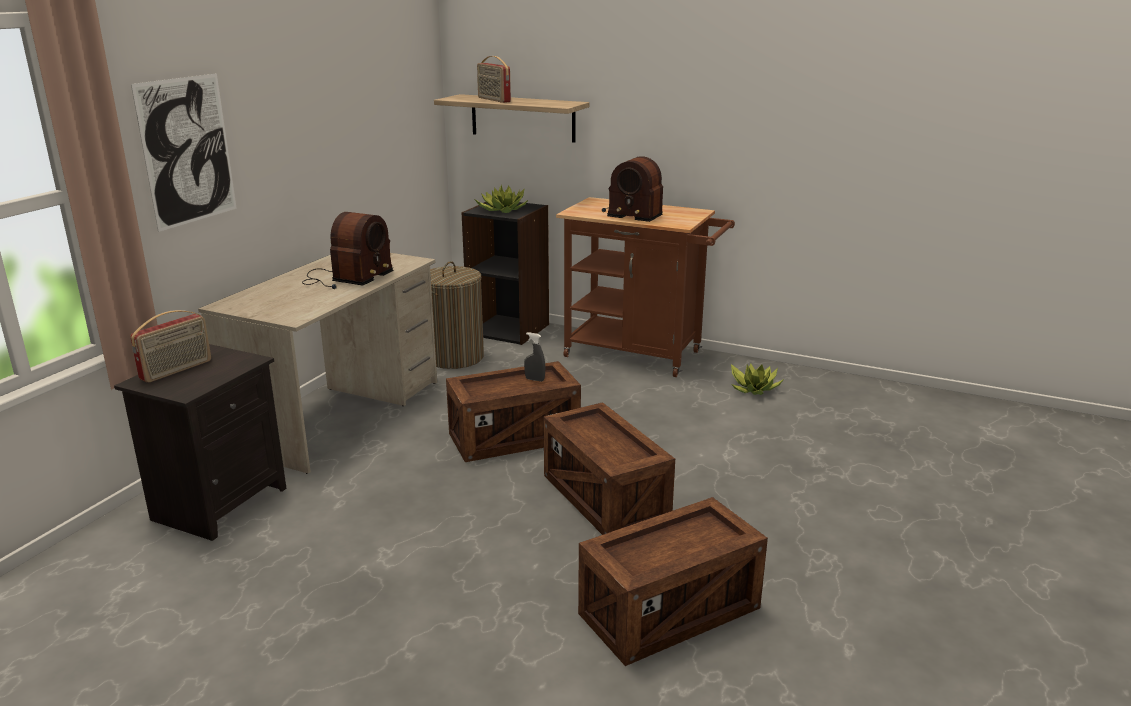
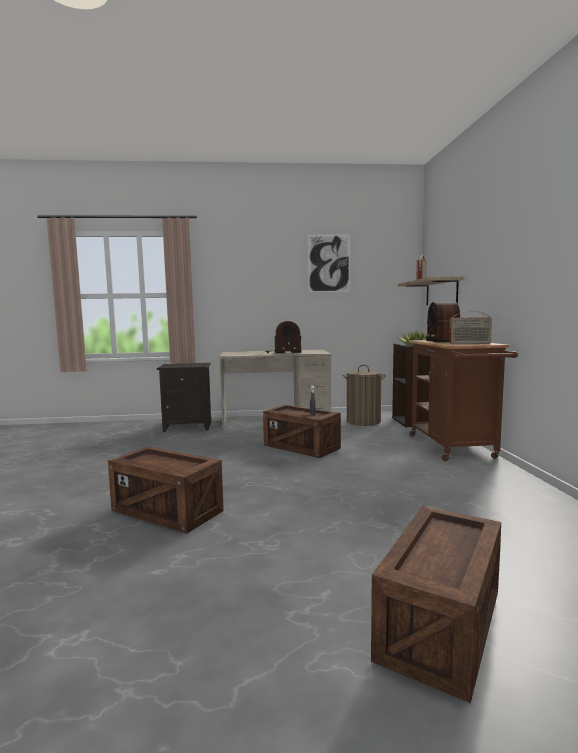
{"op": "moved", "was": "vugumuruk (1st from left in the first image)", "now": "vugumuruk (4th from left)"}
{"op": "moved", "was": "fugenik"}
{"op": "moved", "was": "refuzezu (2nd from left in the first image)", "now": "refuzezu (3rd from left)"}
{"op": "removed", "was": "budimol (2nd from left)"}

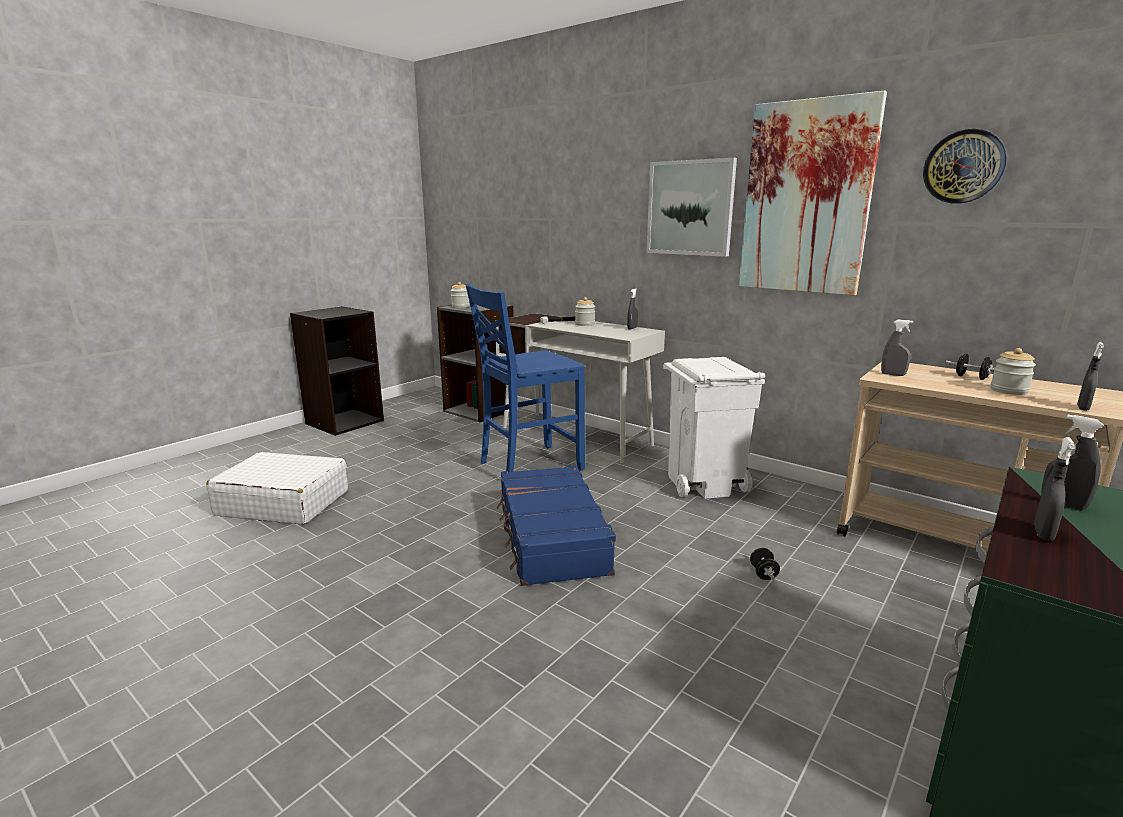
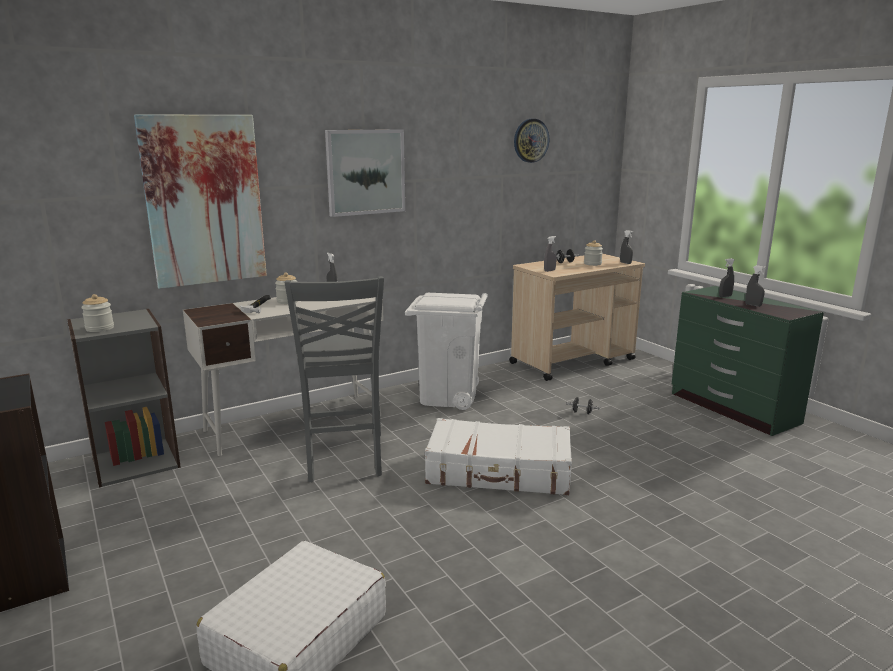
{"op": "recoloured", "was": "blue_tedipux", "now": "grey_tedipux"}
{"op": "recoloured", "was": "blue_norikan", "now": "white_norikan (2nd from left)"}
{"op": "moved", "was": "fugenik (2nd from left in the first image)", "now": "fugenik (1st from left)"}

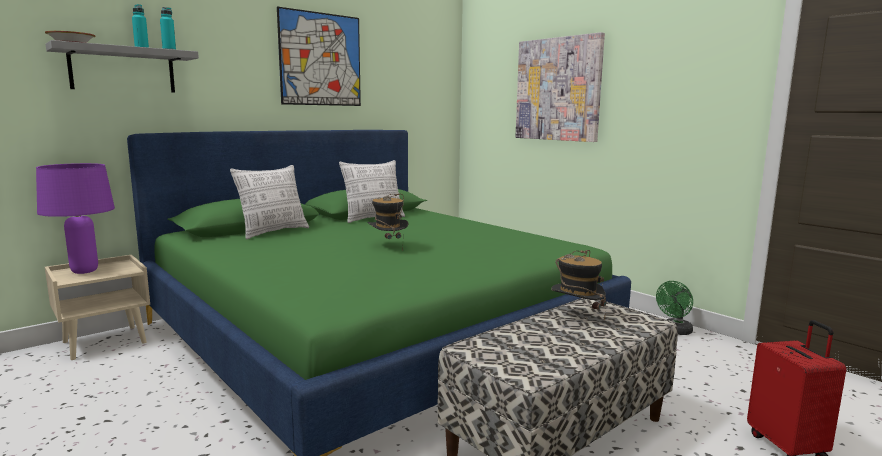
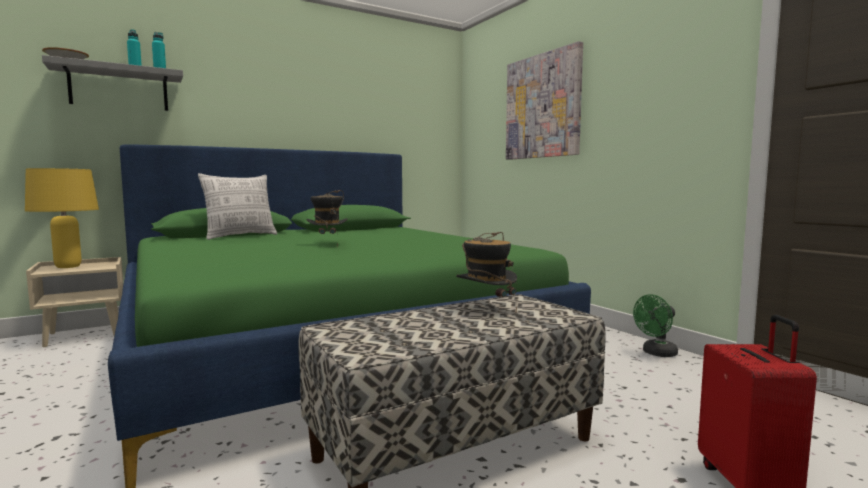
{"op": "recoloured", "was": "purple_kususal", "now": "yellow_kususal"}
{"op": "removed", "was": "fugenik (1st from left)"}
{"op": "removed", "was": "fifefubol (2nd from left)"}

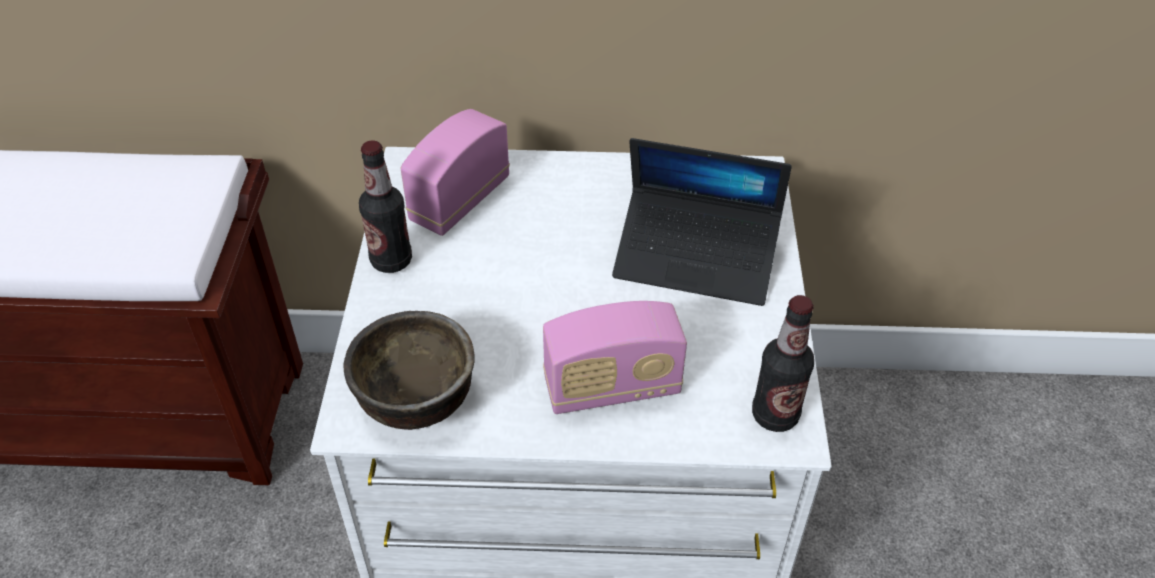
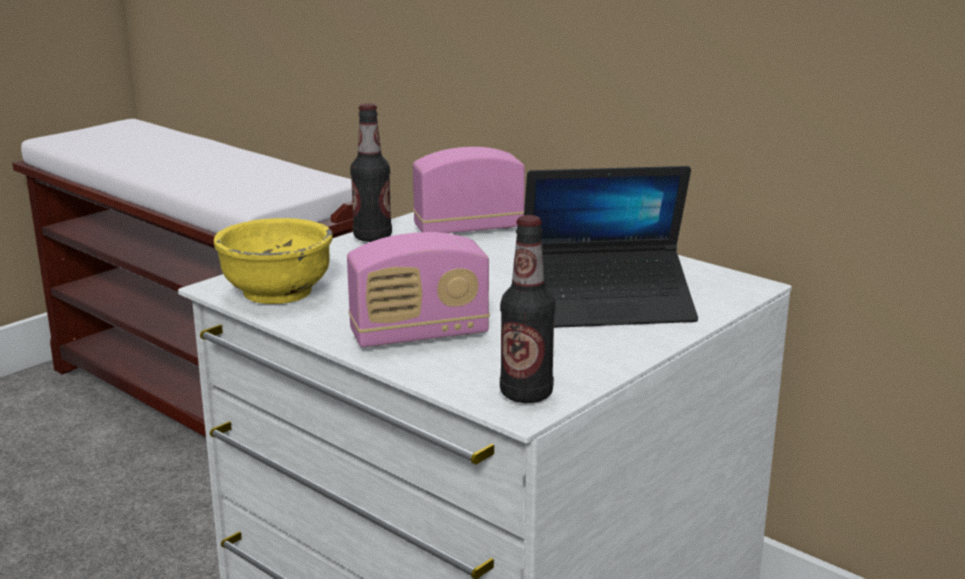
{"op": "recoloured", "was": "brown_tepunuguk", "now": "yellow_tepunuguk"}
{"op": "turned", "was": "vugumuruk (2nd from left in the first image)", "clockwise": -45}
{"op": "turned", "was": "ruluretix", "clockwise": -60}

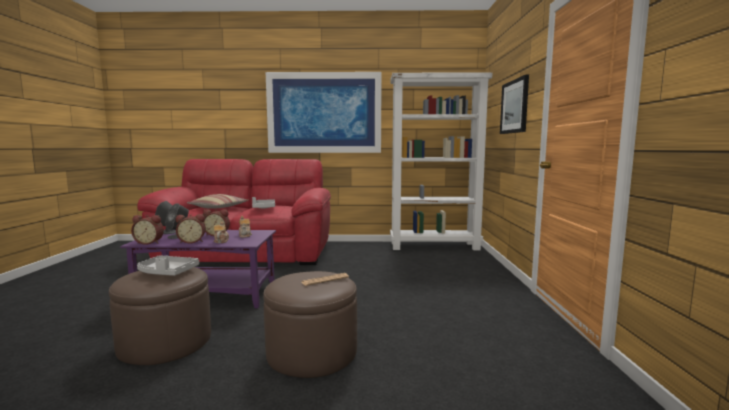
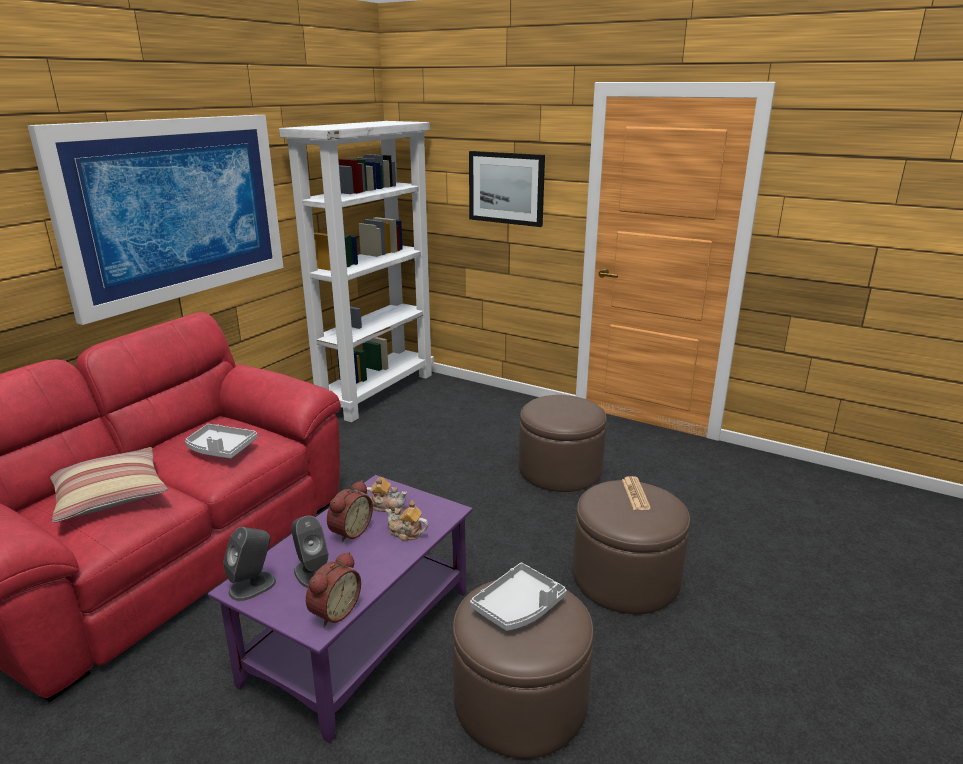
{"op": "removed", "was": "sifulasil (2nd from left)"}
{"op": "added", "now": "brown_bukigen (2nd from left)"}

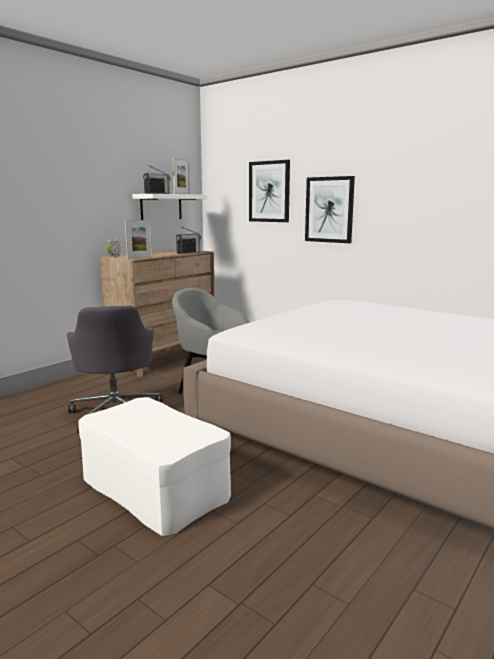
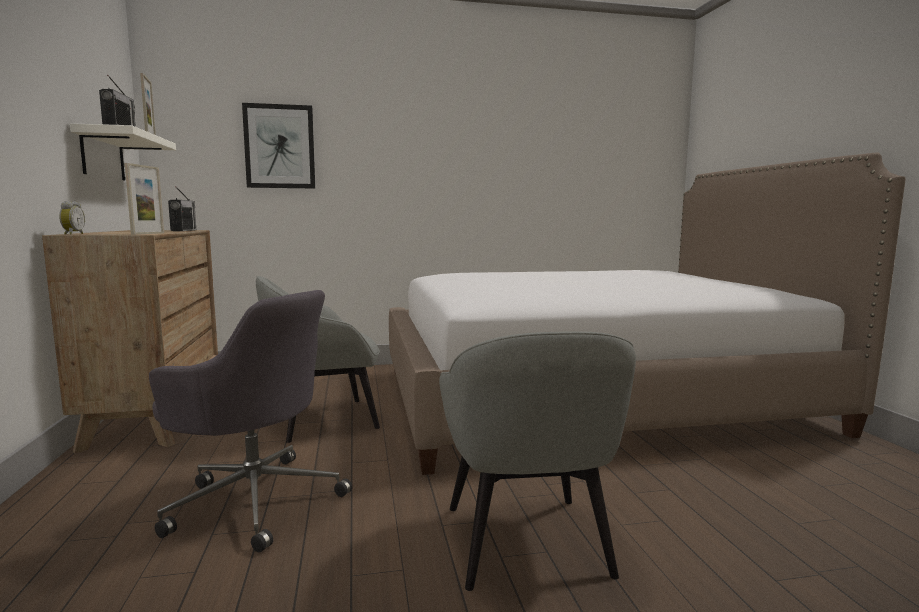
{"op": "replaced", "was": "white_bukigen", "now": "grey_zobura (2nd from left)"}
{"op": "removed", "was": "fugenik (2nd from left)"}

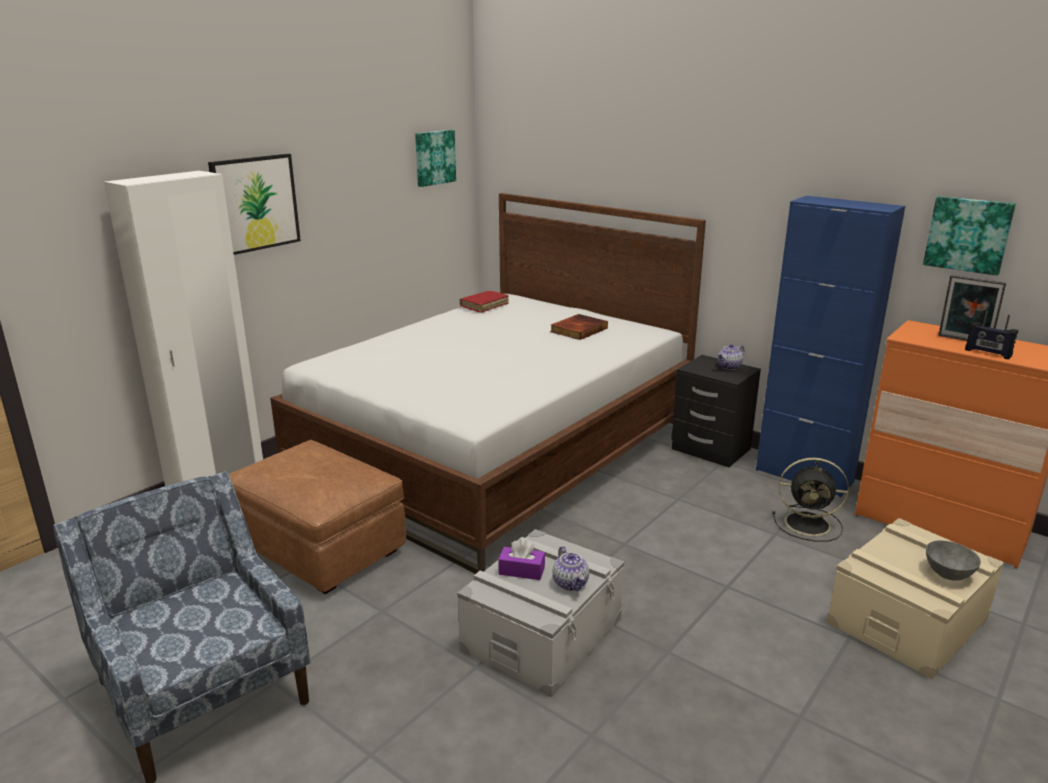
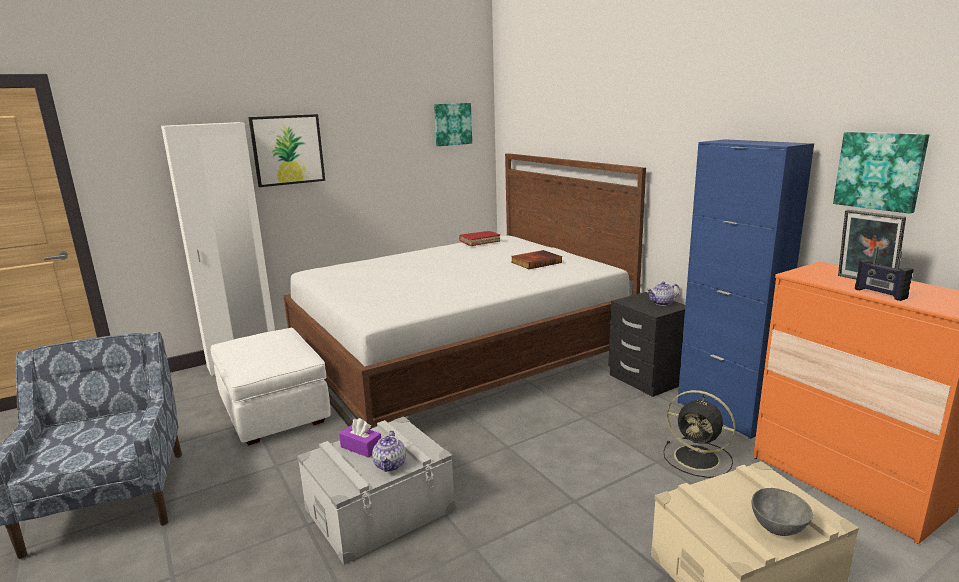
{"op": "recoloured", "was": "brown_bukigen", "now": "white_bukigen"}

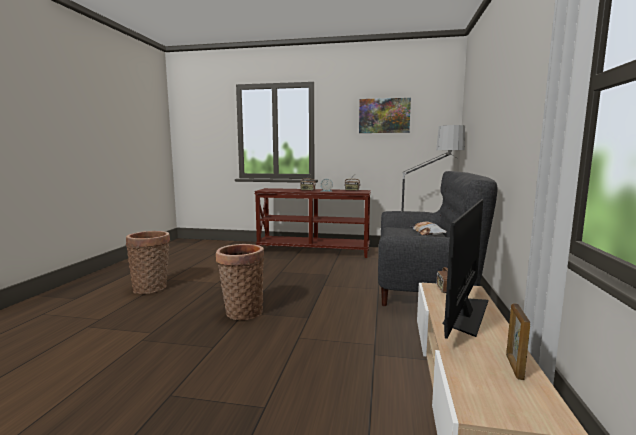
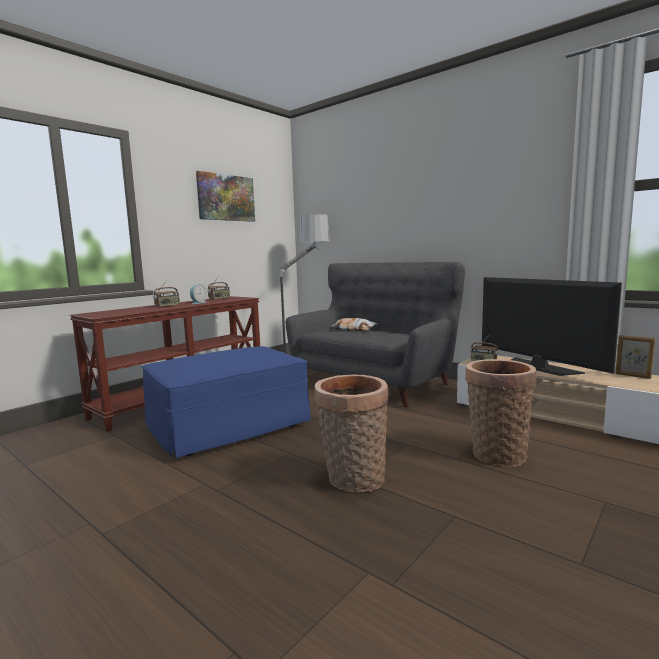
{"op": "moved", "was": "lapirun (1st from left in the first image)", "now": "lapirun (2nd from left)"}
{"op": "added", "now": "blue_bukigen"}

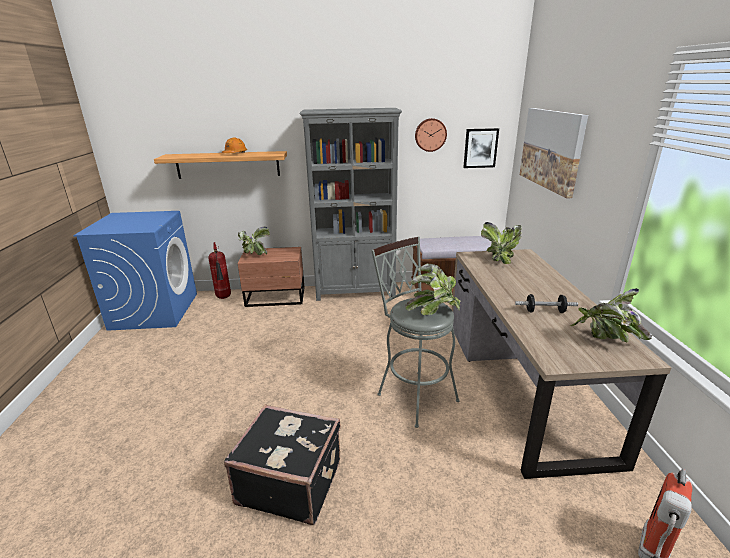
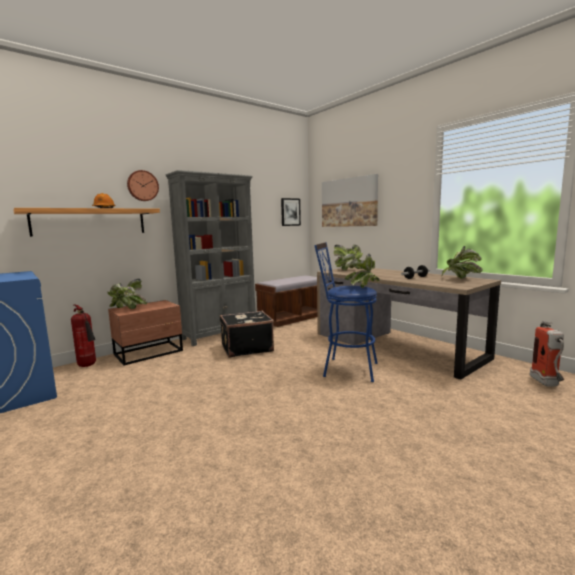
{"op": "moved", "was": "black_norikan"}
{"op": "recoloured", "was": "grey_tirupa", "now": "blue_tirupa"}
{"op": "moved", "was": "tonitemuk"}

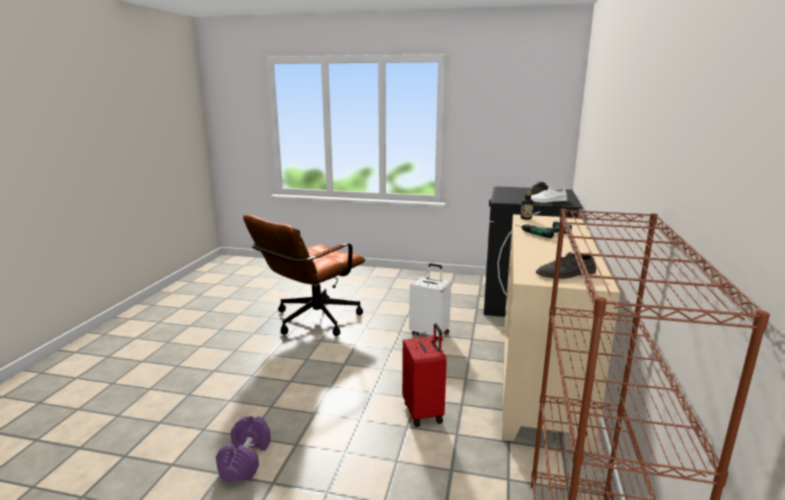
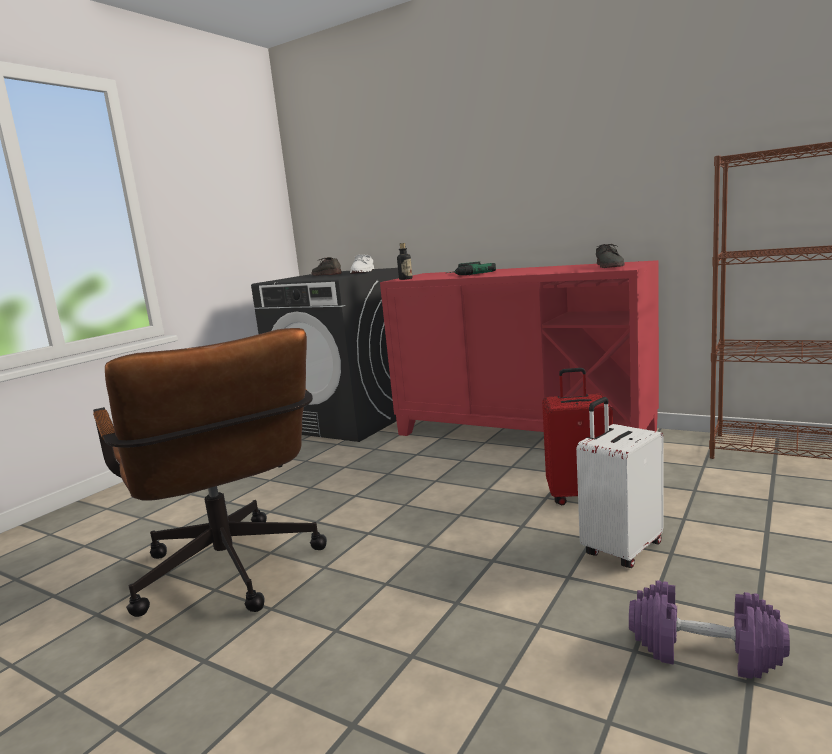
{"op": "moved", "was": "white_norikan"}
{"op": "recoloured", "was": "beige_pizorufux", "now": "red_pizorufux"}

